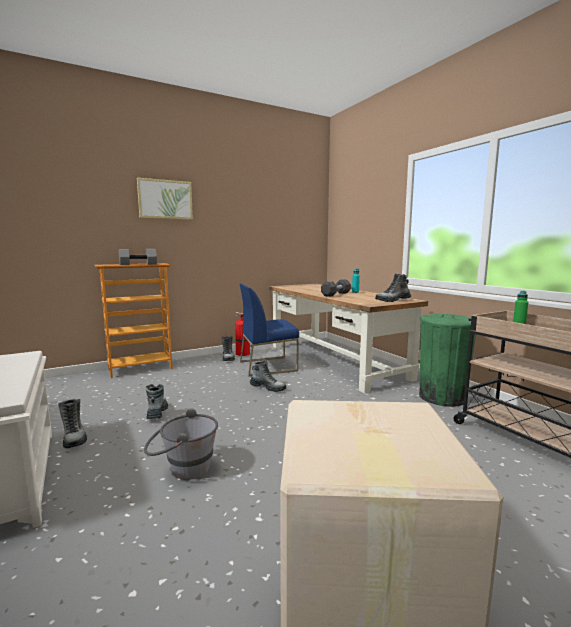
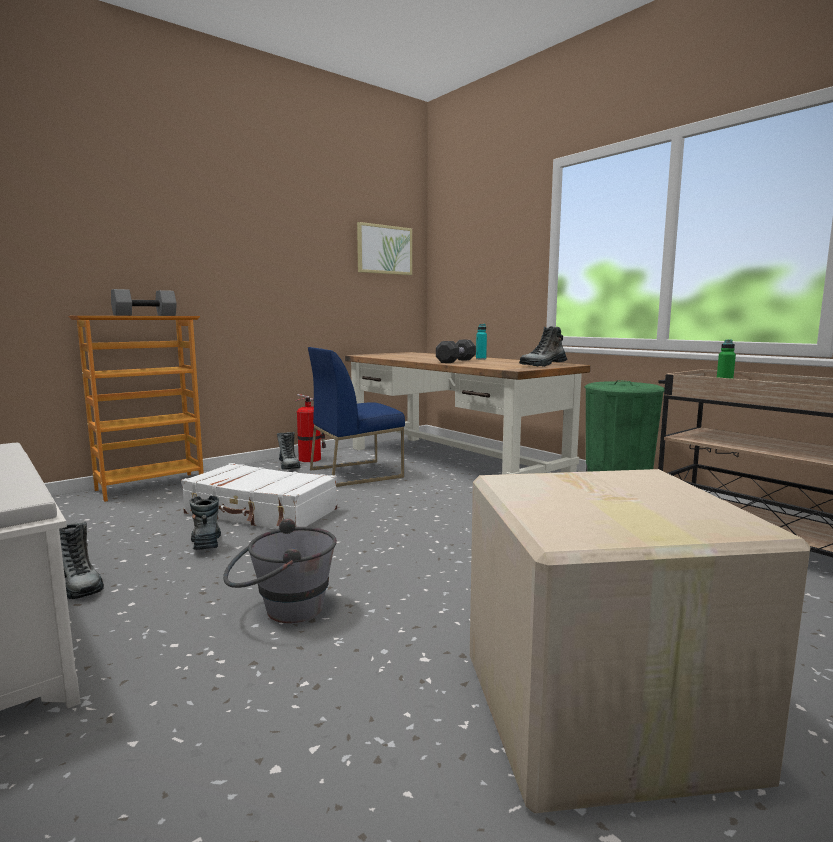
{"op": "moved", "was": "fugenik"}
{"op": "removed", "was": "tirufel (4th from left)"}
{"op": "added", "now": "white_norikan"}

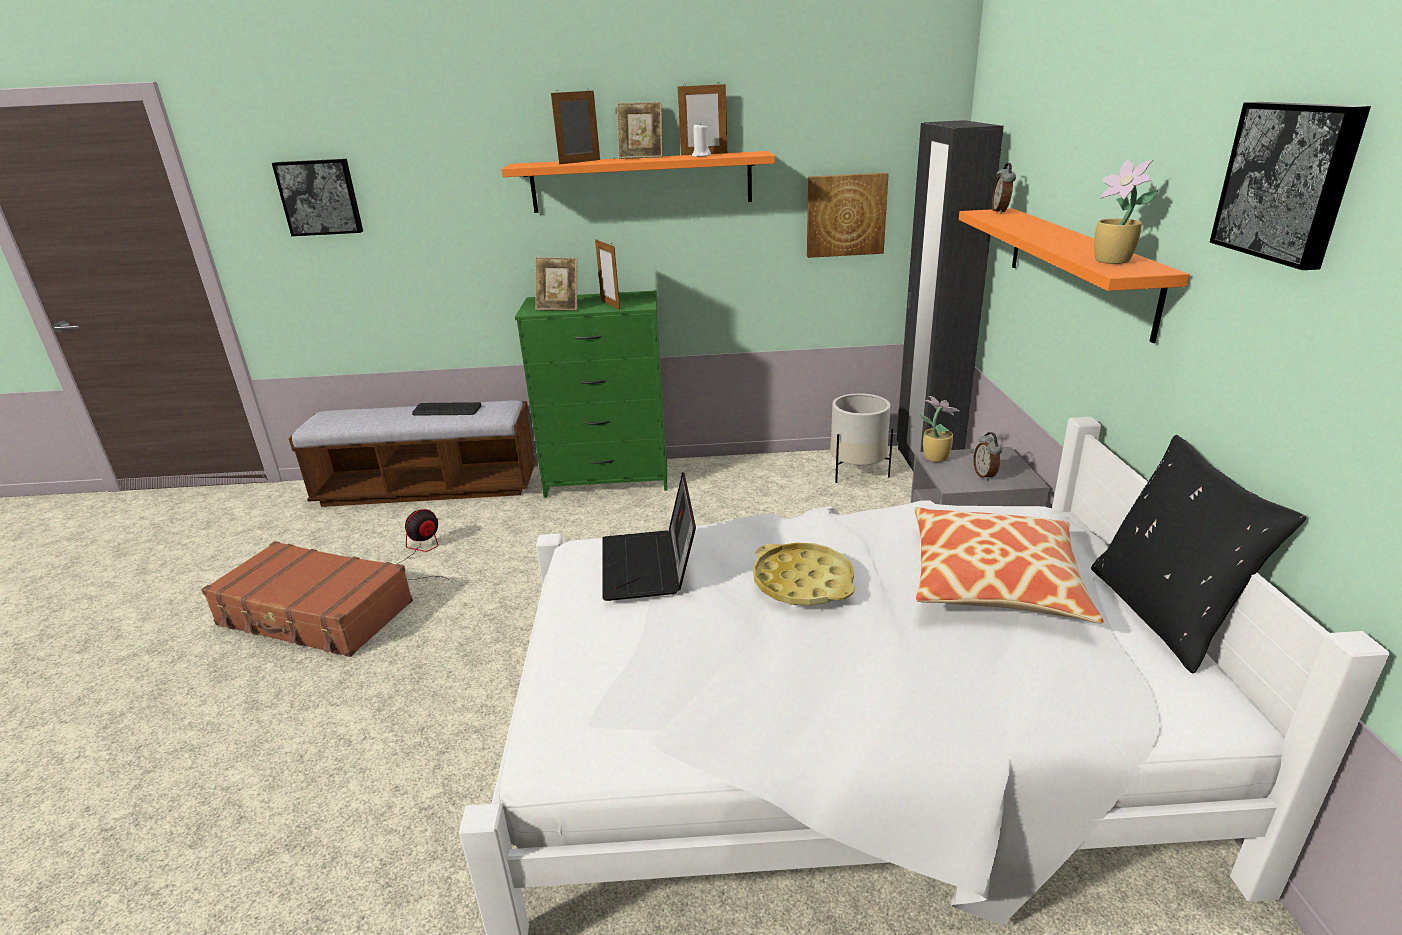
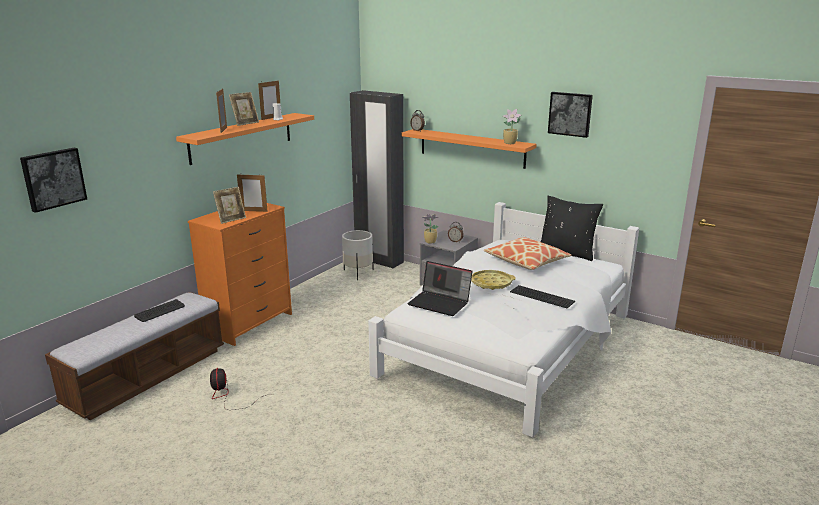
{"op": "removed", "was": "brown_norikan"}
{"op": "recoloured", "was": "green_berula", "now": "orange_berula"}
{"op": "removed", "was": "fugenik (2nd from left)"}
{"op": "added", "now": "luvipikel (2nd from left)"}

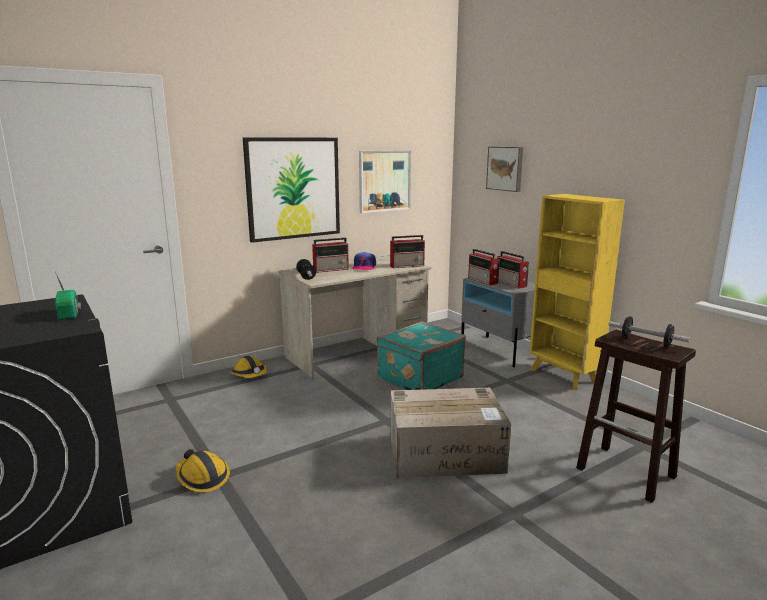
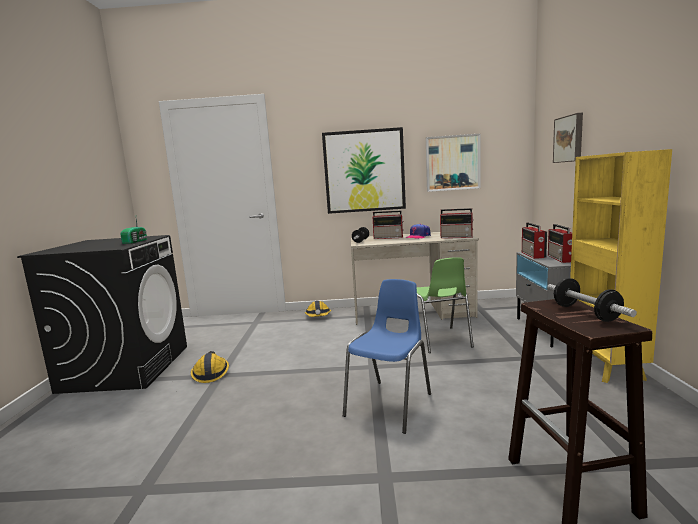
{"op": "replaced", "was": "turquoise_norikan", "now": "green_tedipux"}
{"op": "replaced", "was": "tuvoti", "now": "blue_tedipux"}

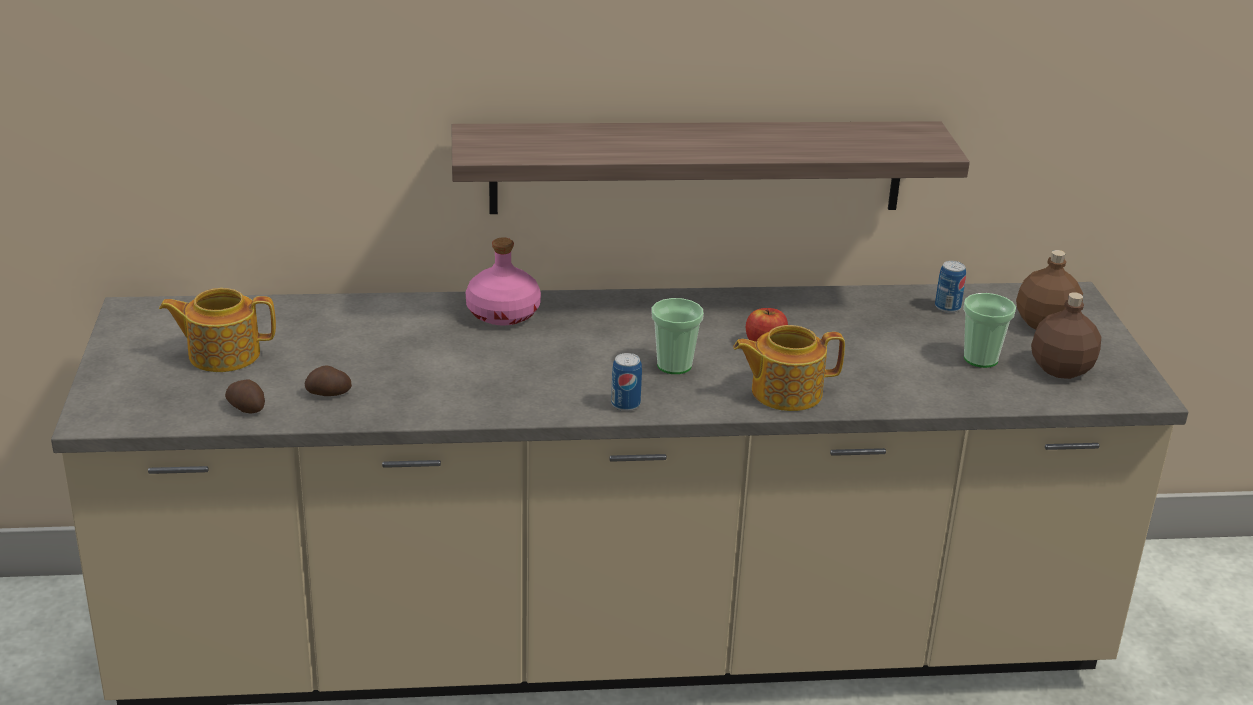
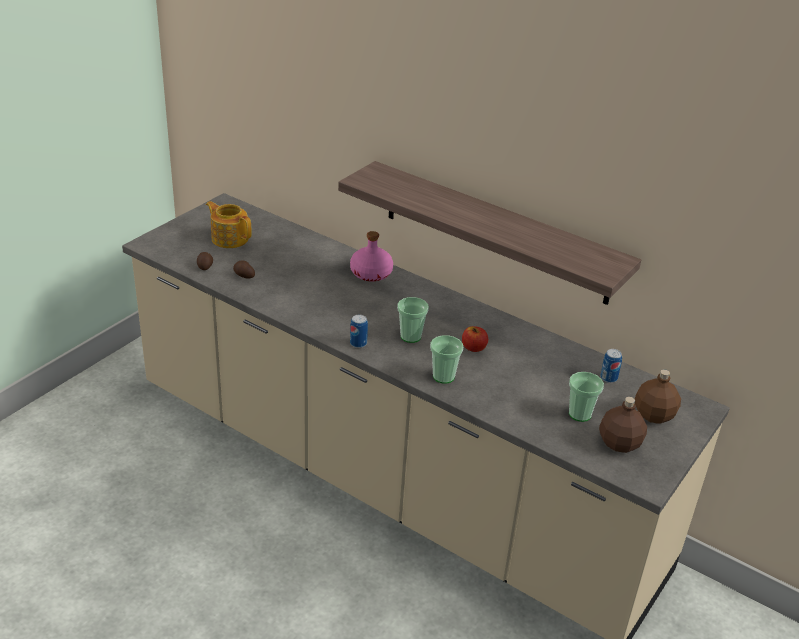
{"op": "replaced", "was": "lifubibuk (2nd from left)", "now": "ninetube (2nd from left)"}

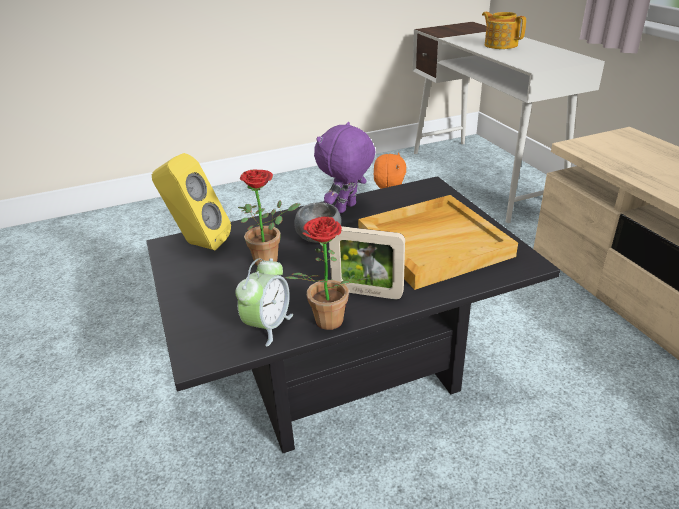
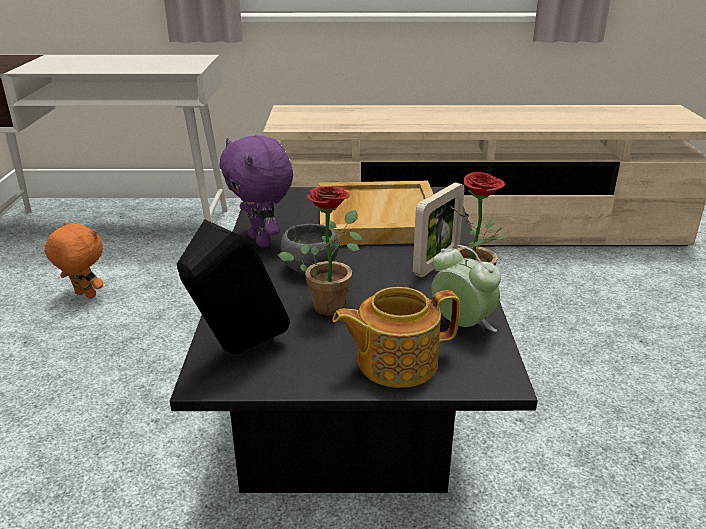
{"op": "recoloured", "was": "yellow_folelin", "now": "black_folelin"}
{"op": "moved", "was": "lifubibuk"}

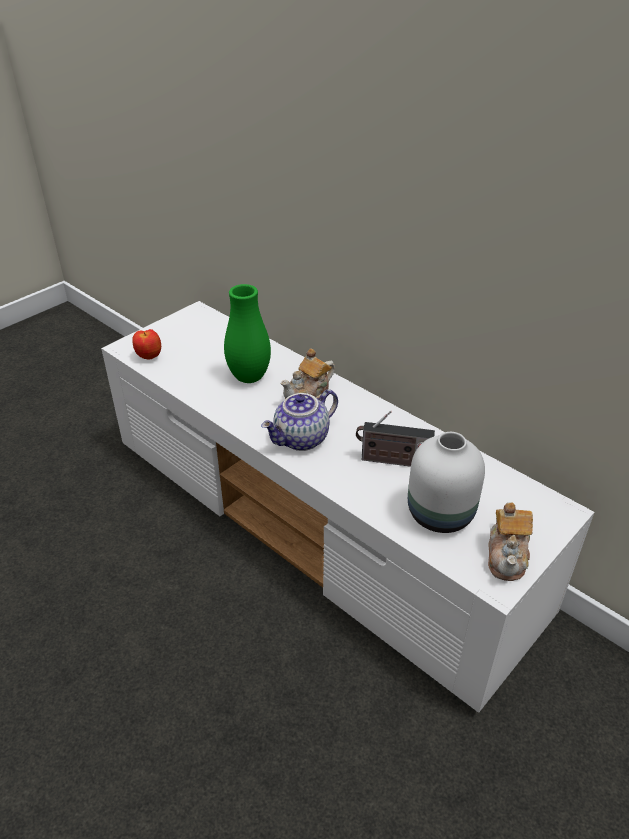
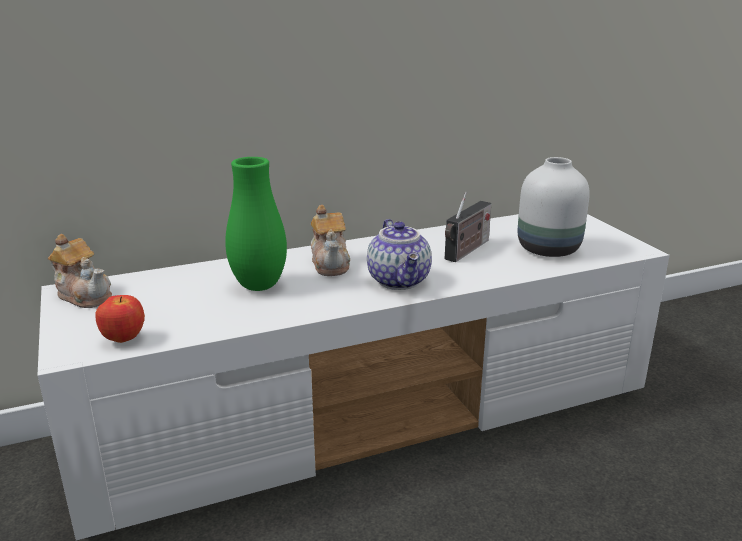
{"op": "moved", "was": "lifubibuk (3rd from left in the first image)", "now": "lifubibuk (1st from left)"}

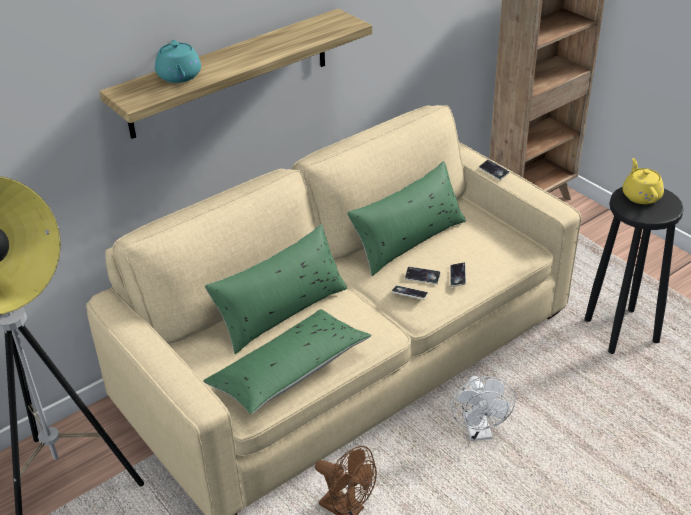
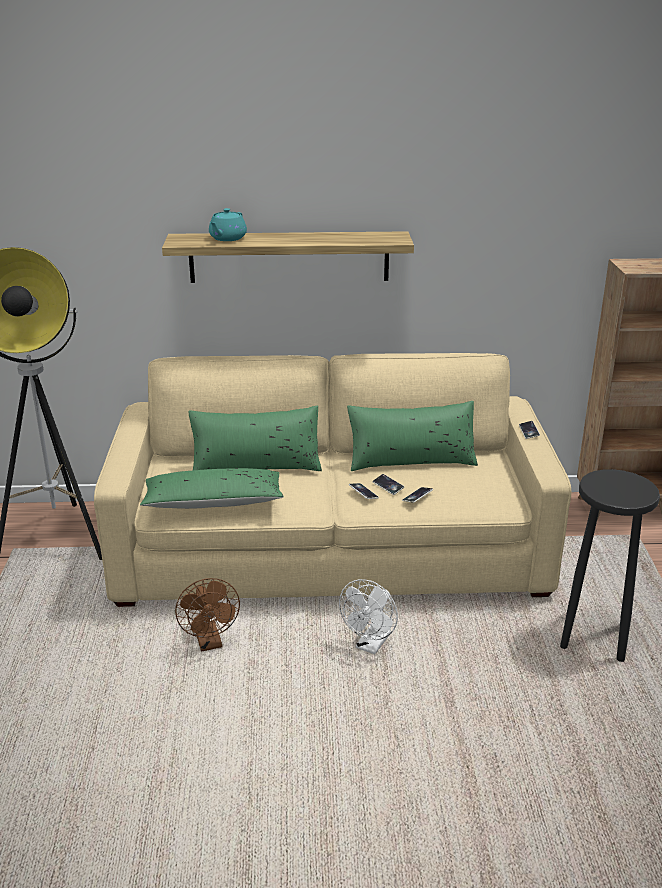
{"op": "removed", "was": "yellow_lifubibuk"}

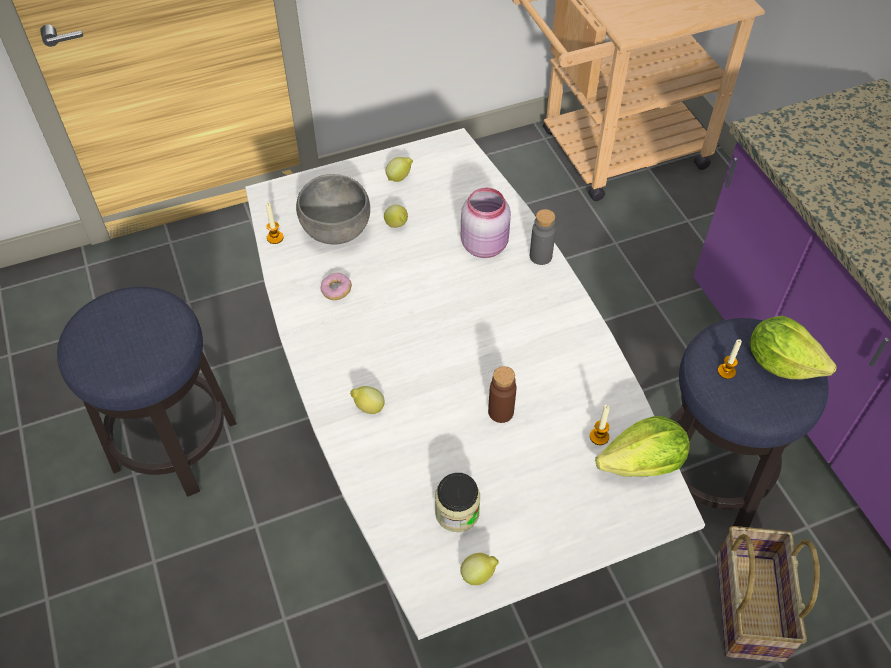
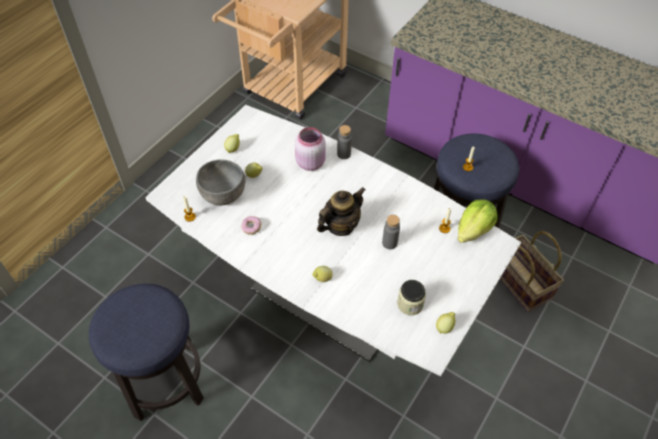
{"op": "recoloured", "was": "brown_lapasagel", "now": "grey_lapasagel (2nd from left)"}
{"op": "removed", "was": "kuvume (2nd from left)"}
{"op": "added", "now": "lifubibuk"}

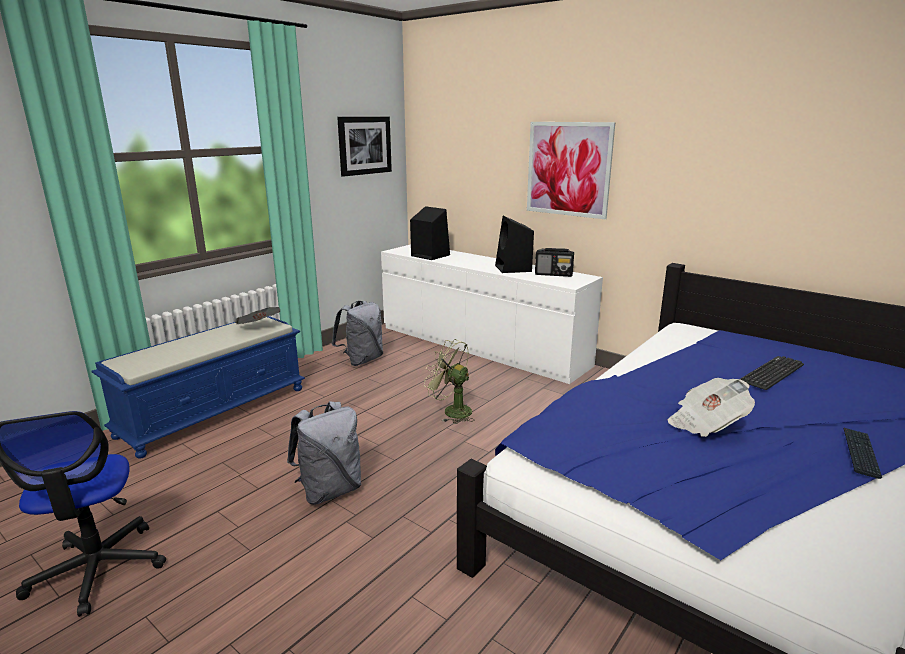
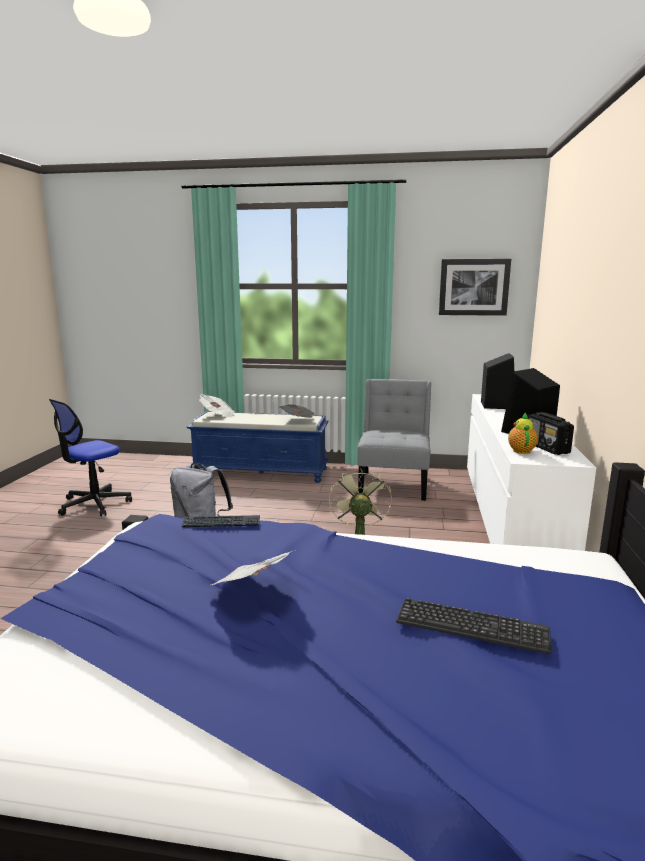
{"op": "replaced", "was": "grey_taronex (2nd from left)", "now": "grey_tedipux"}
{"op": "removed", "was": "fugenik (2nd from left)"}
{"op": "moved", "was": "luvipikel (2nd from left in the first image)", "now": "luvipikel (1st from left)"}
{"op": "added", "now": "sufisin (1st from left)"}
{"op": "added", "now": "lifubibuk"}

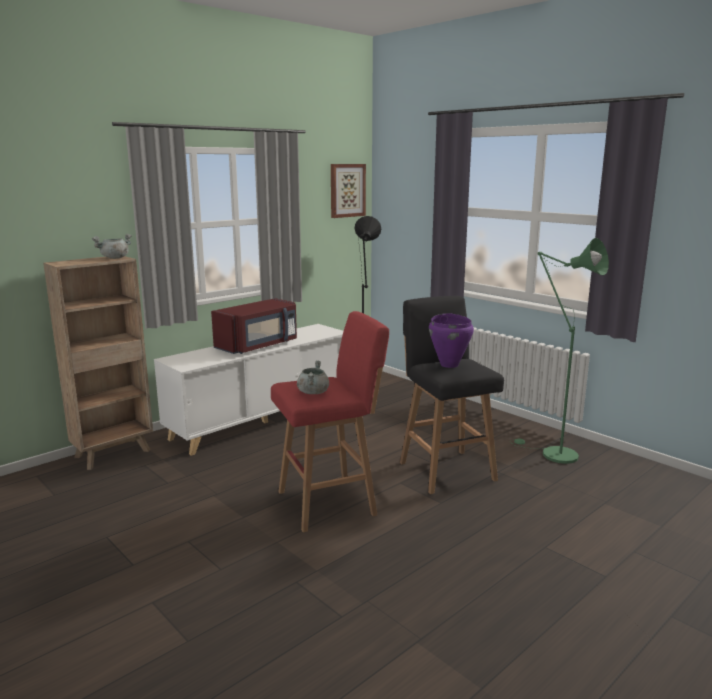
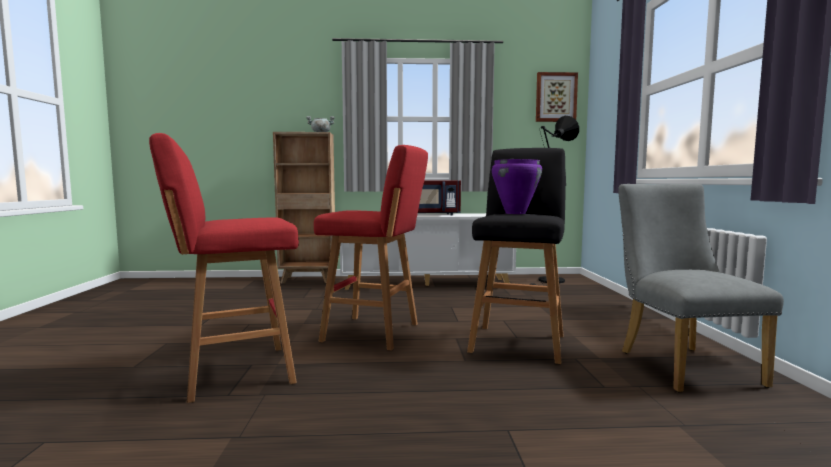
{"op": "removed", "was": "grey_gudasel (2nd from left)"}
{"op": "replaced", "was": "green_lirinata", "now": "grey_tedipux"}
{"op": "added", "now": "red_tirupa (1st from left)"}

